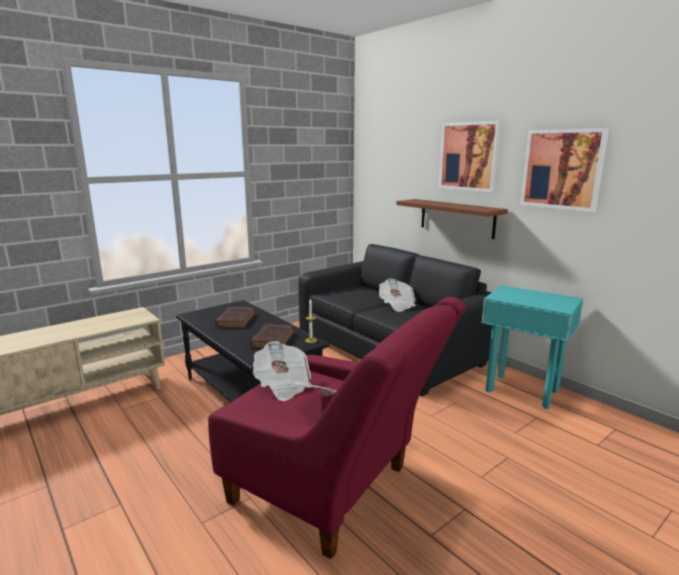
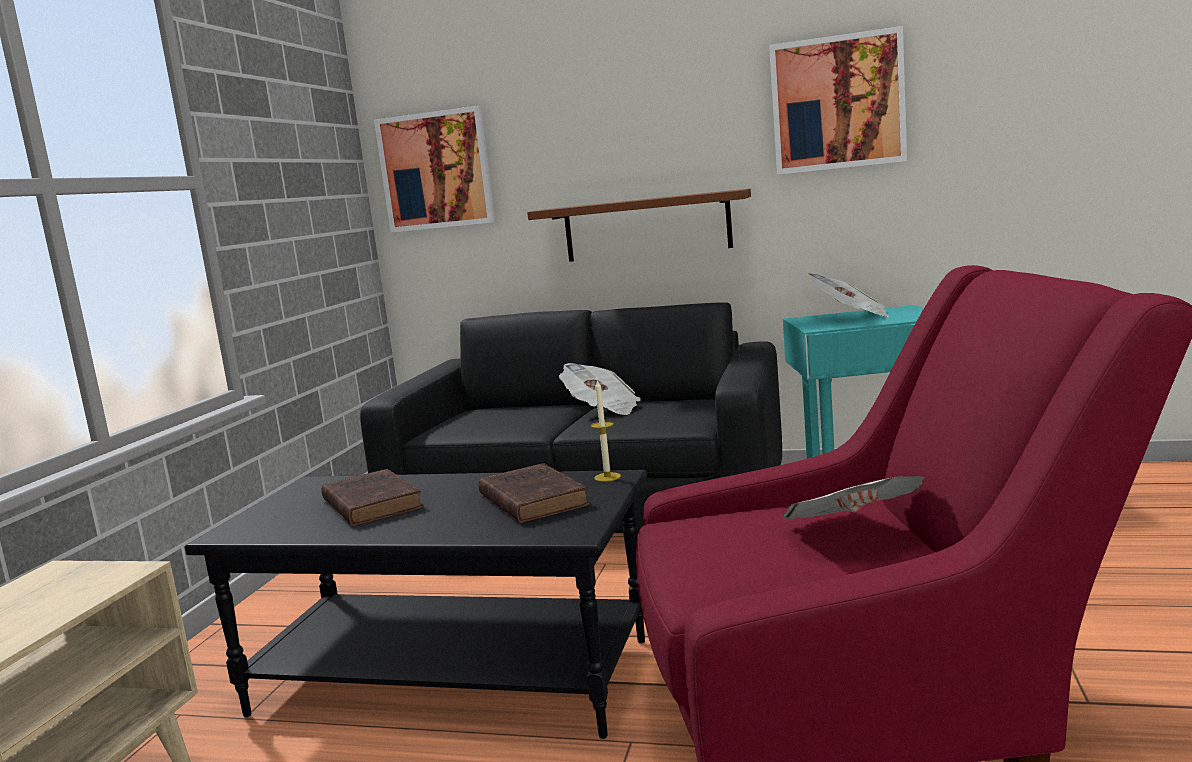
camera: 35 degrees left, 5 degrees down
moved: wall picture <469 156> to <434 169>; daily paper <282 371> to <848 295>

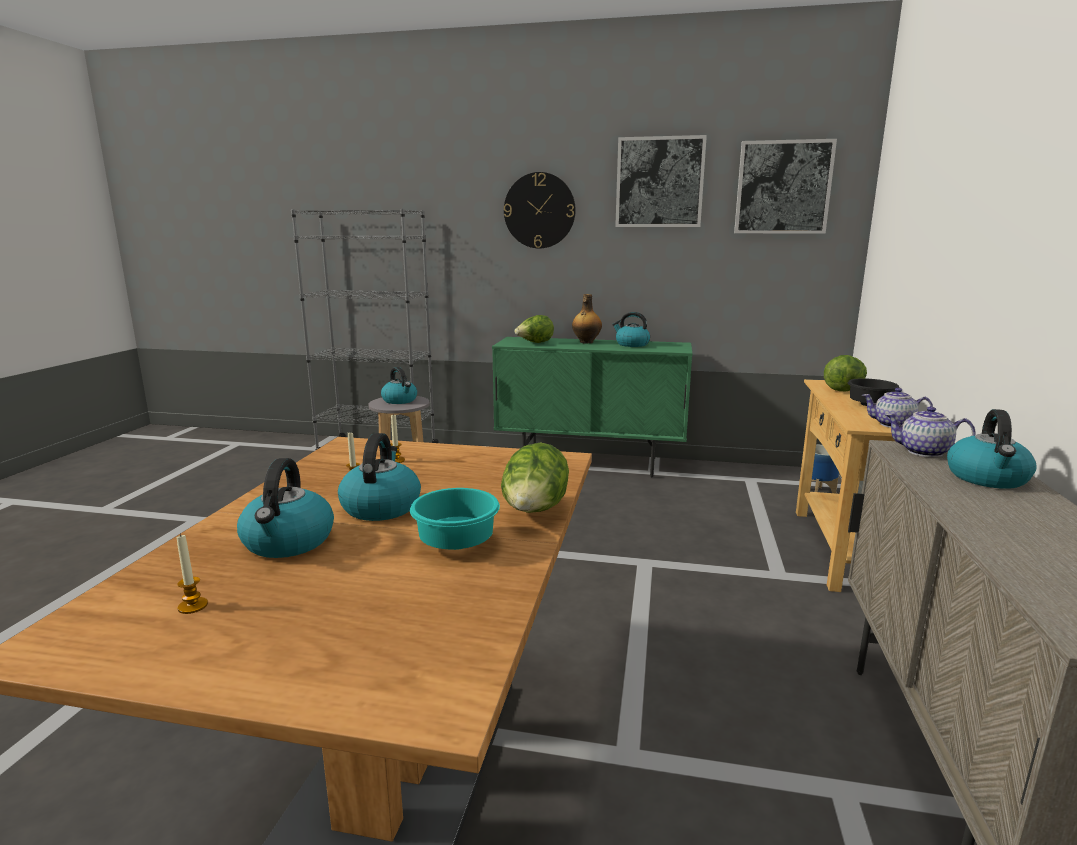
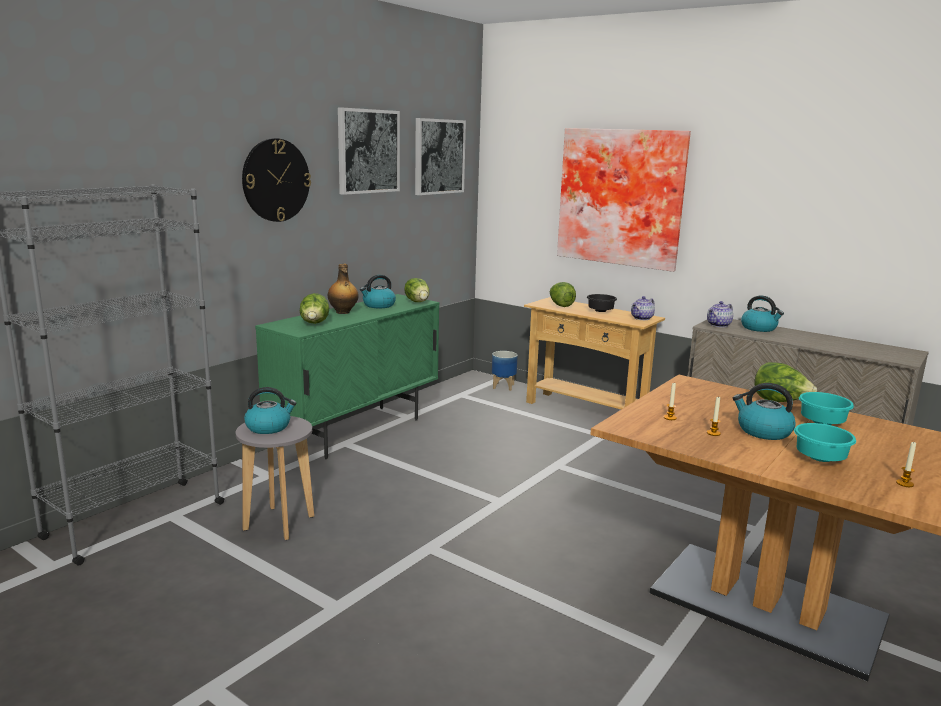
camera: 65 degrees left, 0 degrees up
added: lettuce <416 290>; wall picture <624 200>
replaced: tea kettle <285 508> to blue-green deep dish <825 442>

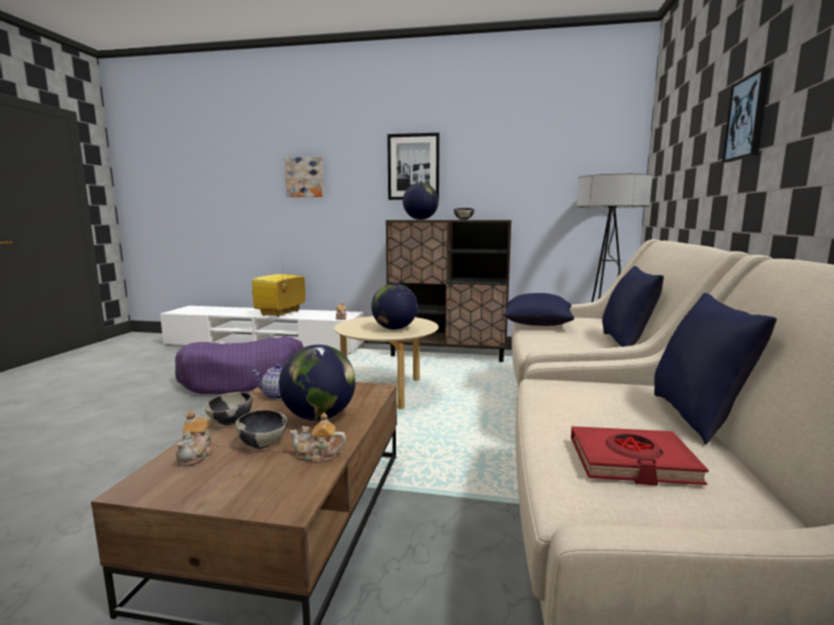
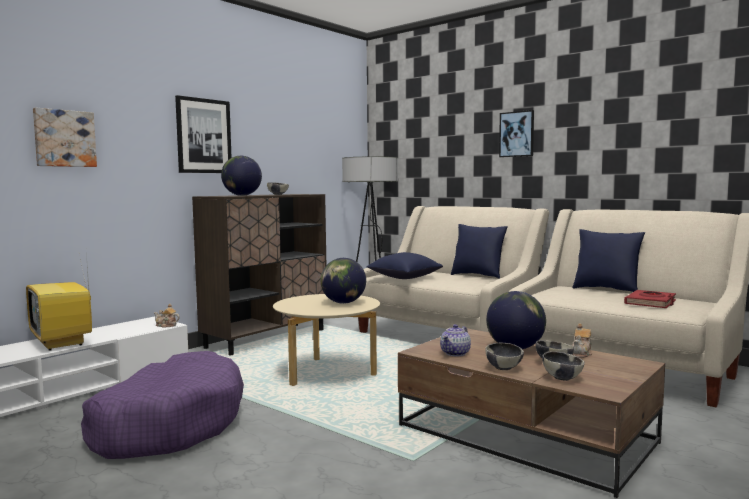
camera: 60 degrees left, 5 degrees down
replaced: teapot <194 438> to deep dish <563 366>

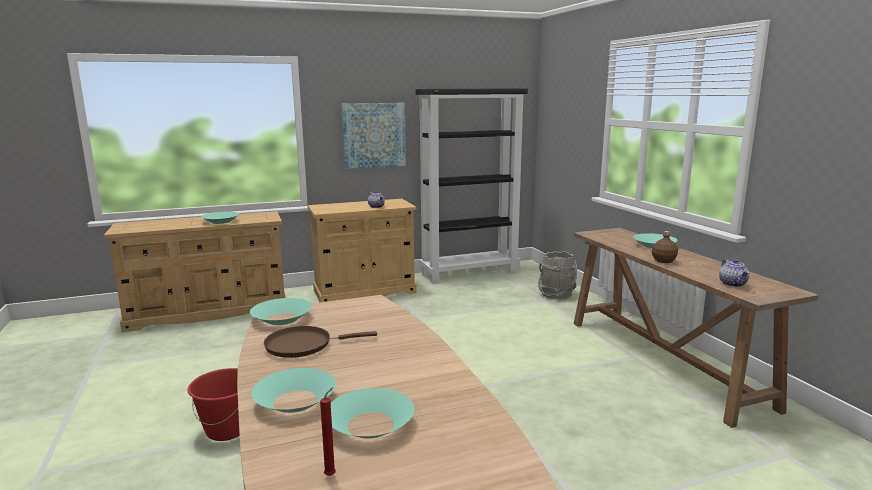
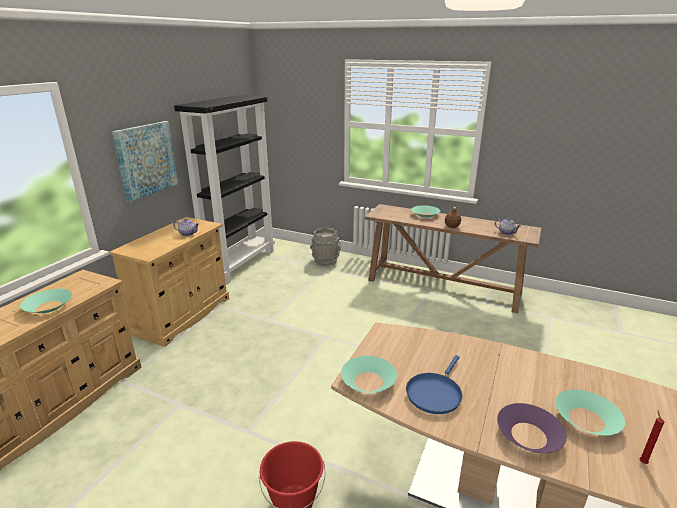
camera: 45 degrees left, 10 degrees up
recoloured: brown pan <320 342> to blue pan <434 384>; blue-green deep dish <293 390> to purple-coloured deep dish <532 428>

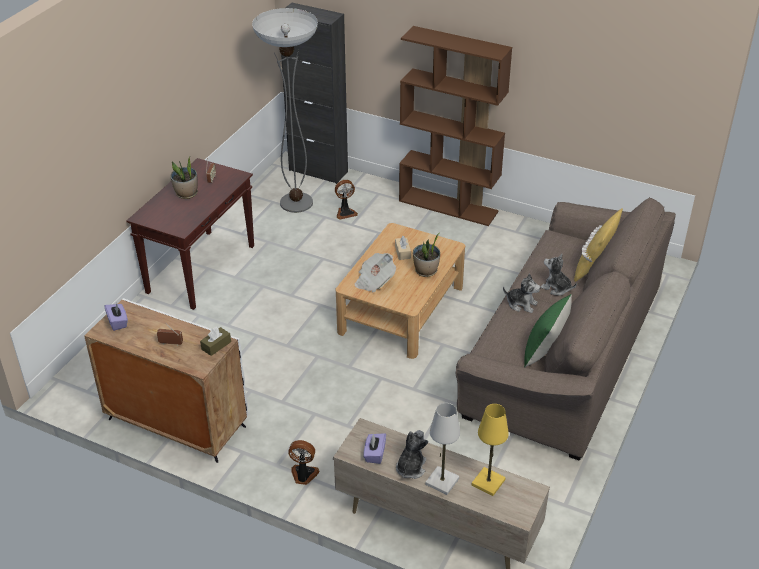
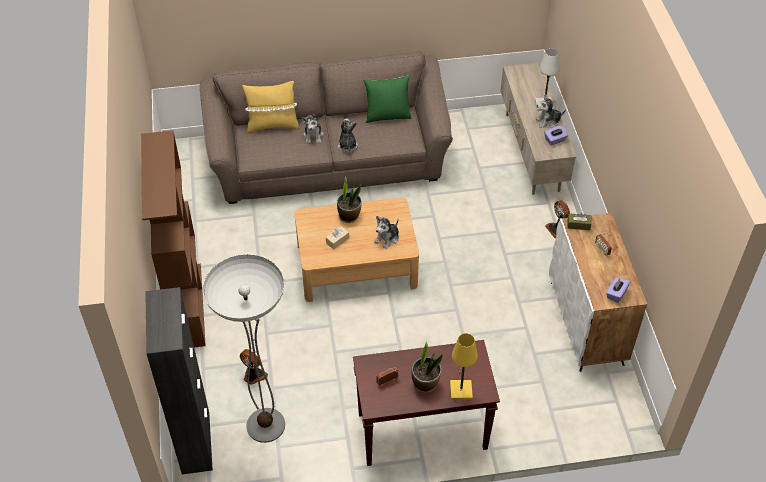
camera: 125 degrees left, 10 degrees up
moved: yellow-coloured lamp for a table <490 450> to <464 366>
replaced: daily paper <375 272> to soft toy <386 232>

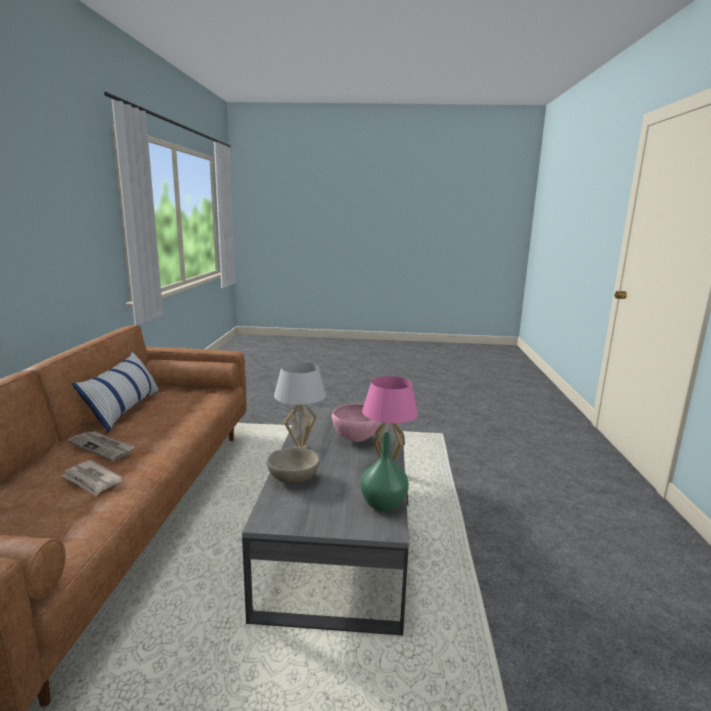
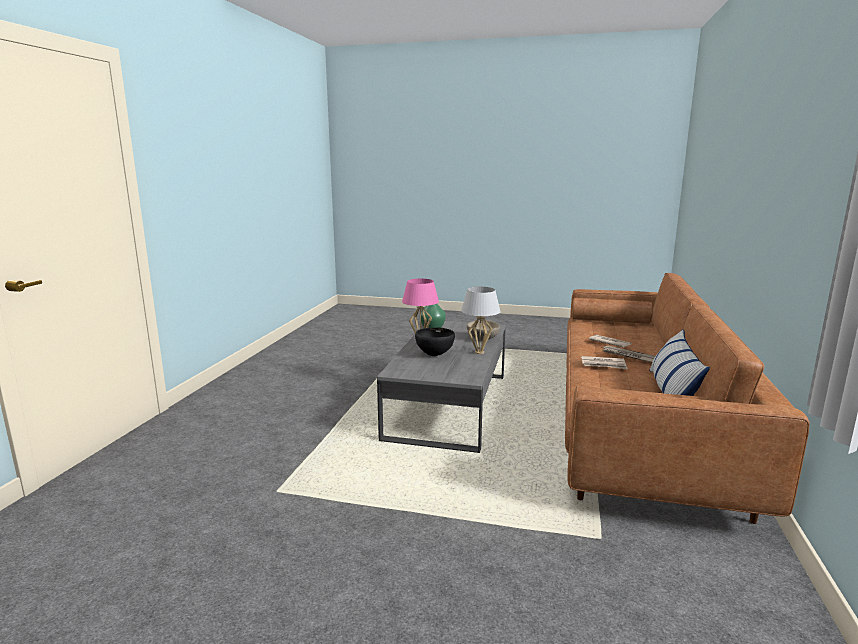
camera: 170 degrees left, 0 degrees up
added: daily paper <604 362>
recoloured: pinkish deep dish <356 423> to black deep dish <435 342>

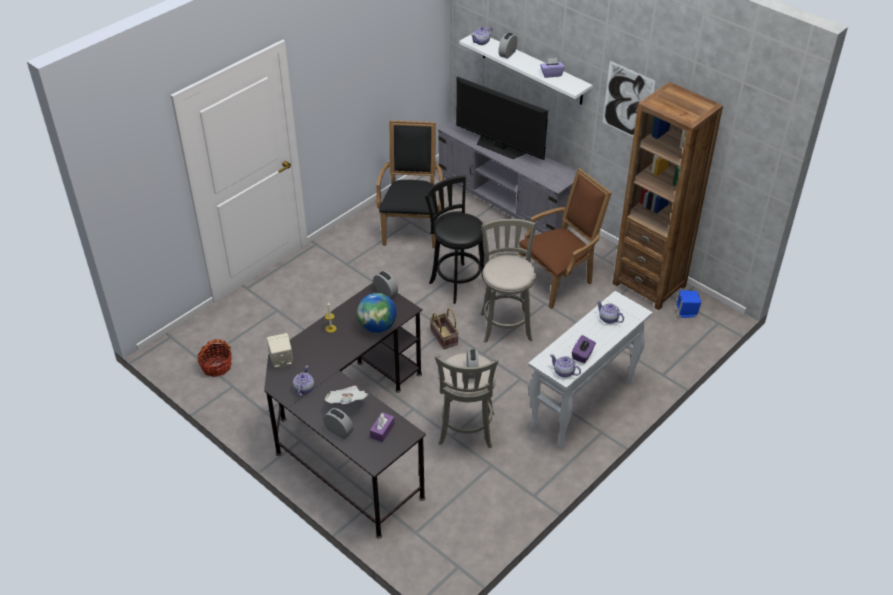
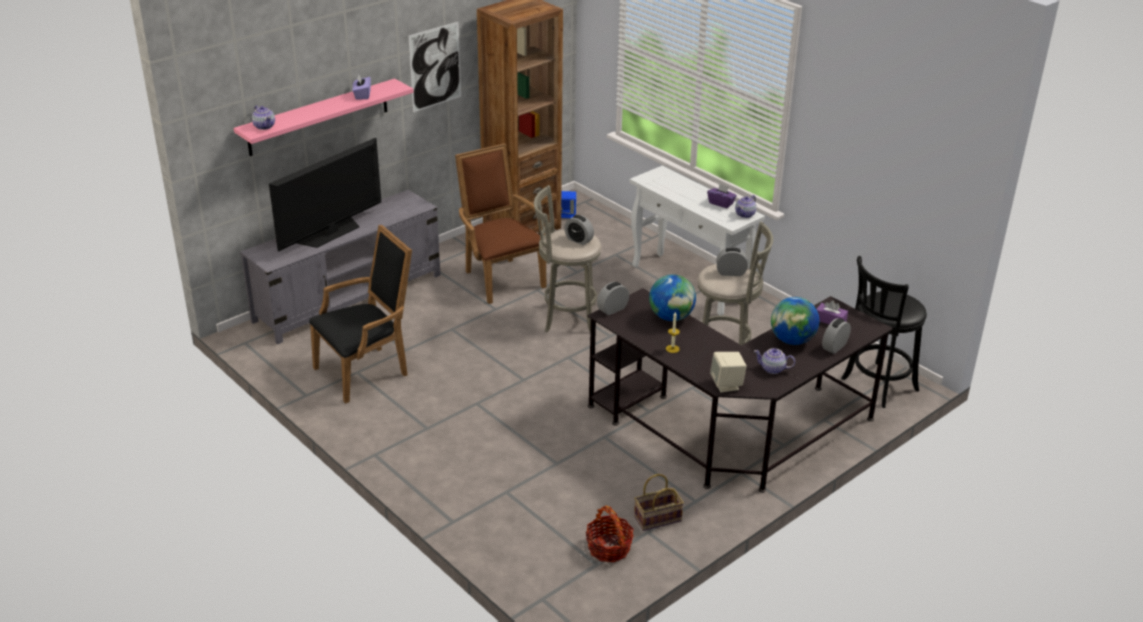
camera: 85 degrees left, 10 degrees down
removed: teapot <610 312>
moved: alarm clock <508 46> to <579 230>; basket <444 328> to <659 502>; black sitting stool <454 239> to <884 332>
replaced: daily paper <346 395> to world globe <795 321>
recoloured: whitish wall shelf <526 69> to pinkish wall shelf <323 117>
turned: black armchair <409 184> = <360 313> 135 degrees clockwise

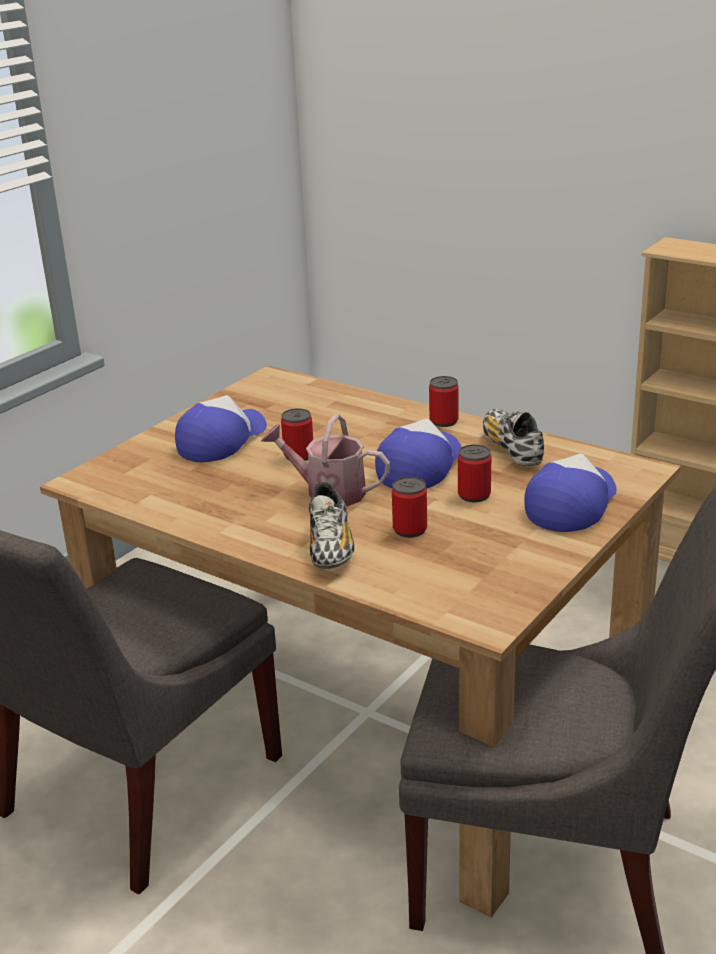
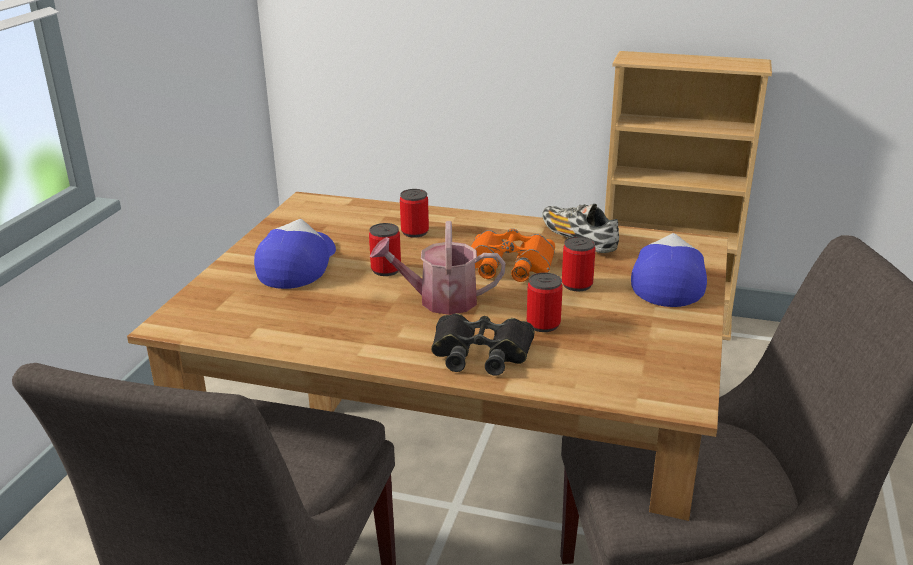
camera: 20 degrees left, 0 degrees up
moved: metal can <444 401> to <414 213>
replaced: item of footwear <331 525> to black field glasses <483 344>; cap <418 453> to orange field glasses <513 255>

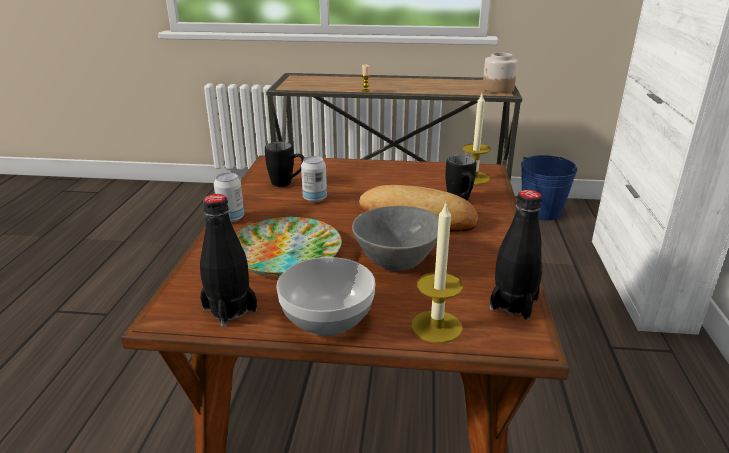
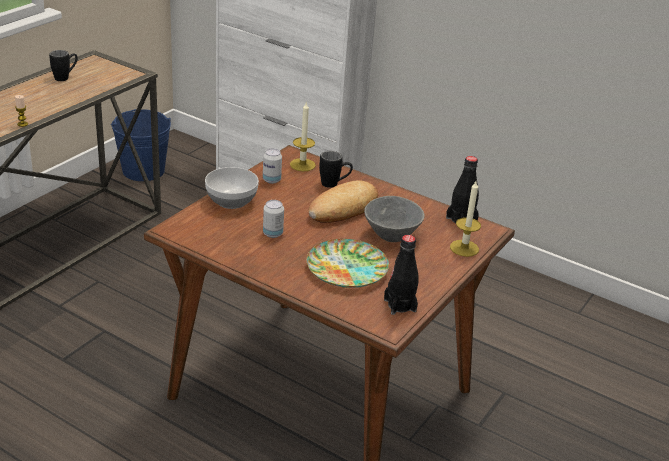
camera: 65 degrees left, 5 degrees up
removed: storage jar <500 72>
moved: black tea mug <284 164> to <63 65>; deep dish <325 296> to <232 188>; metal can <229 197> to <272 166>

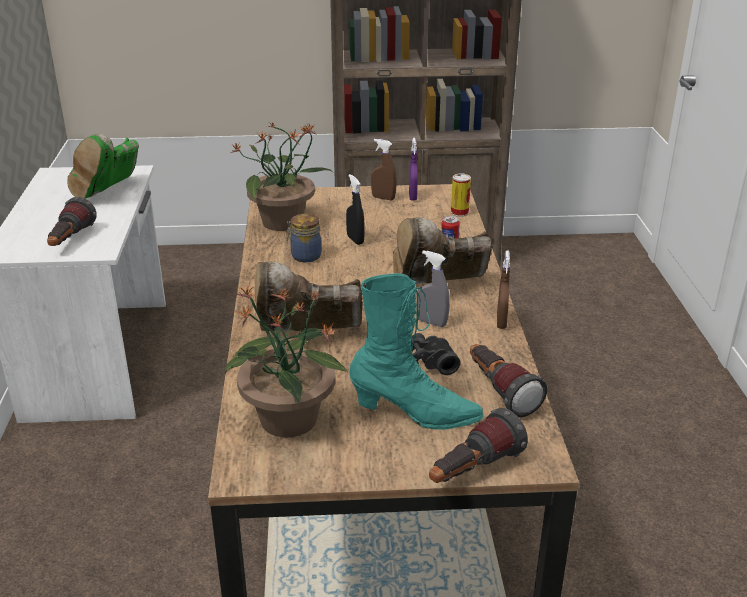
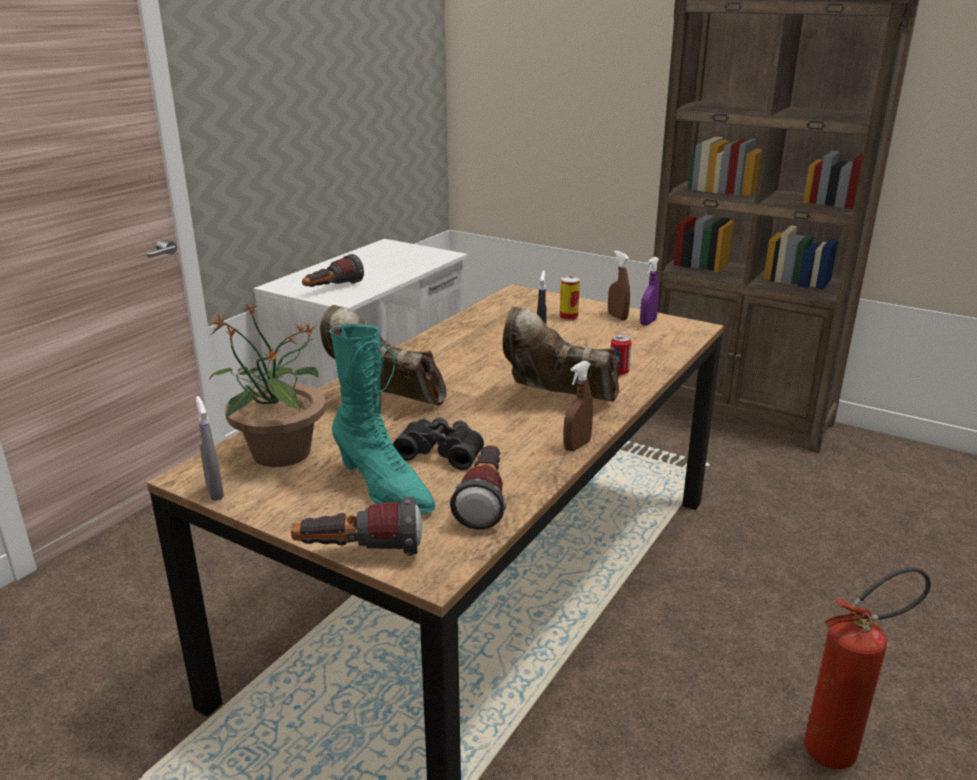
camera: 35 degrees right, 5 degrees down
removed: green high-top boot <103 166>; houseplant <282 176>; storage jar <304 238>
added: fire extinguisher <867 668>
moved: grey hand sprayer <434 288> to <210 448>; metal can <461 195> to <570 298>

